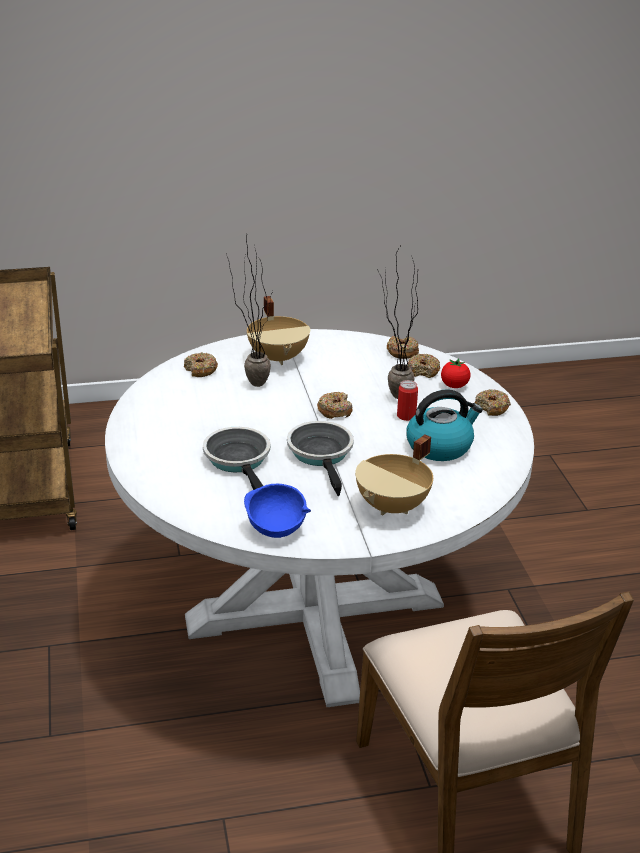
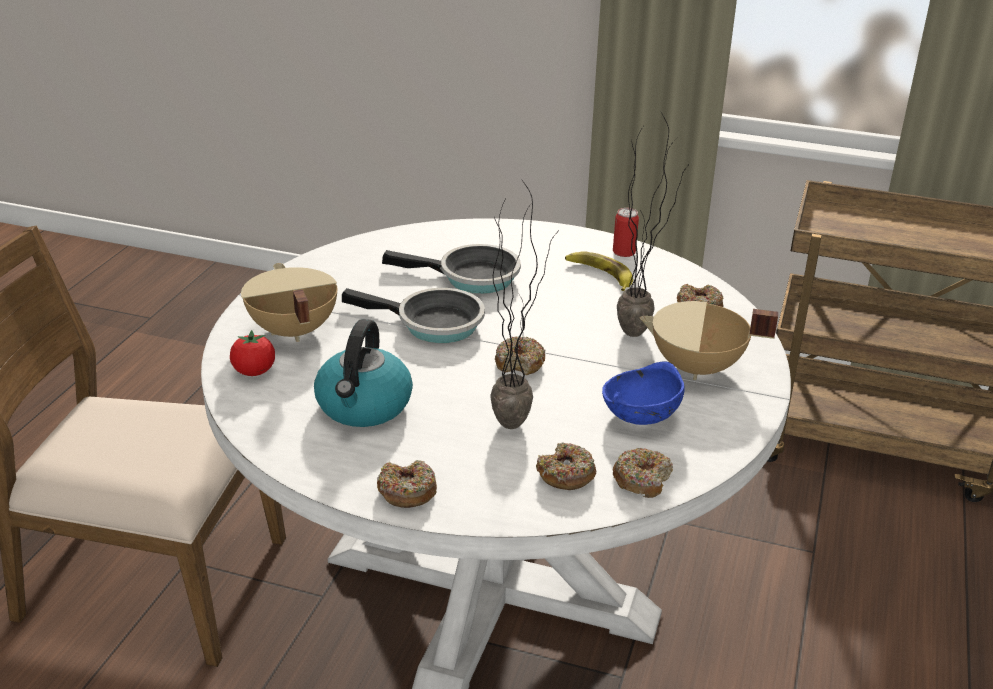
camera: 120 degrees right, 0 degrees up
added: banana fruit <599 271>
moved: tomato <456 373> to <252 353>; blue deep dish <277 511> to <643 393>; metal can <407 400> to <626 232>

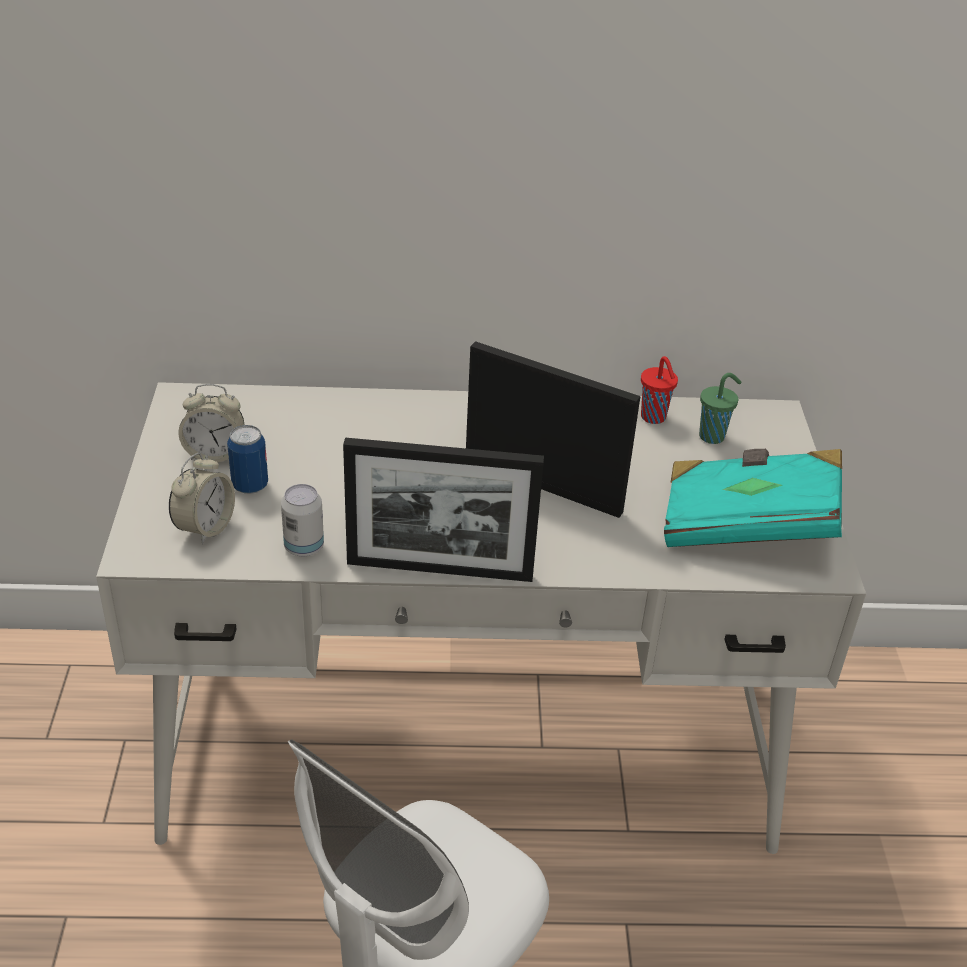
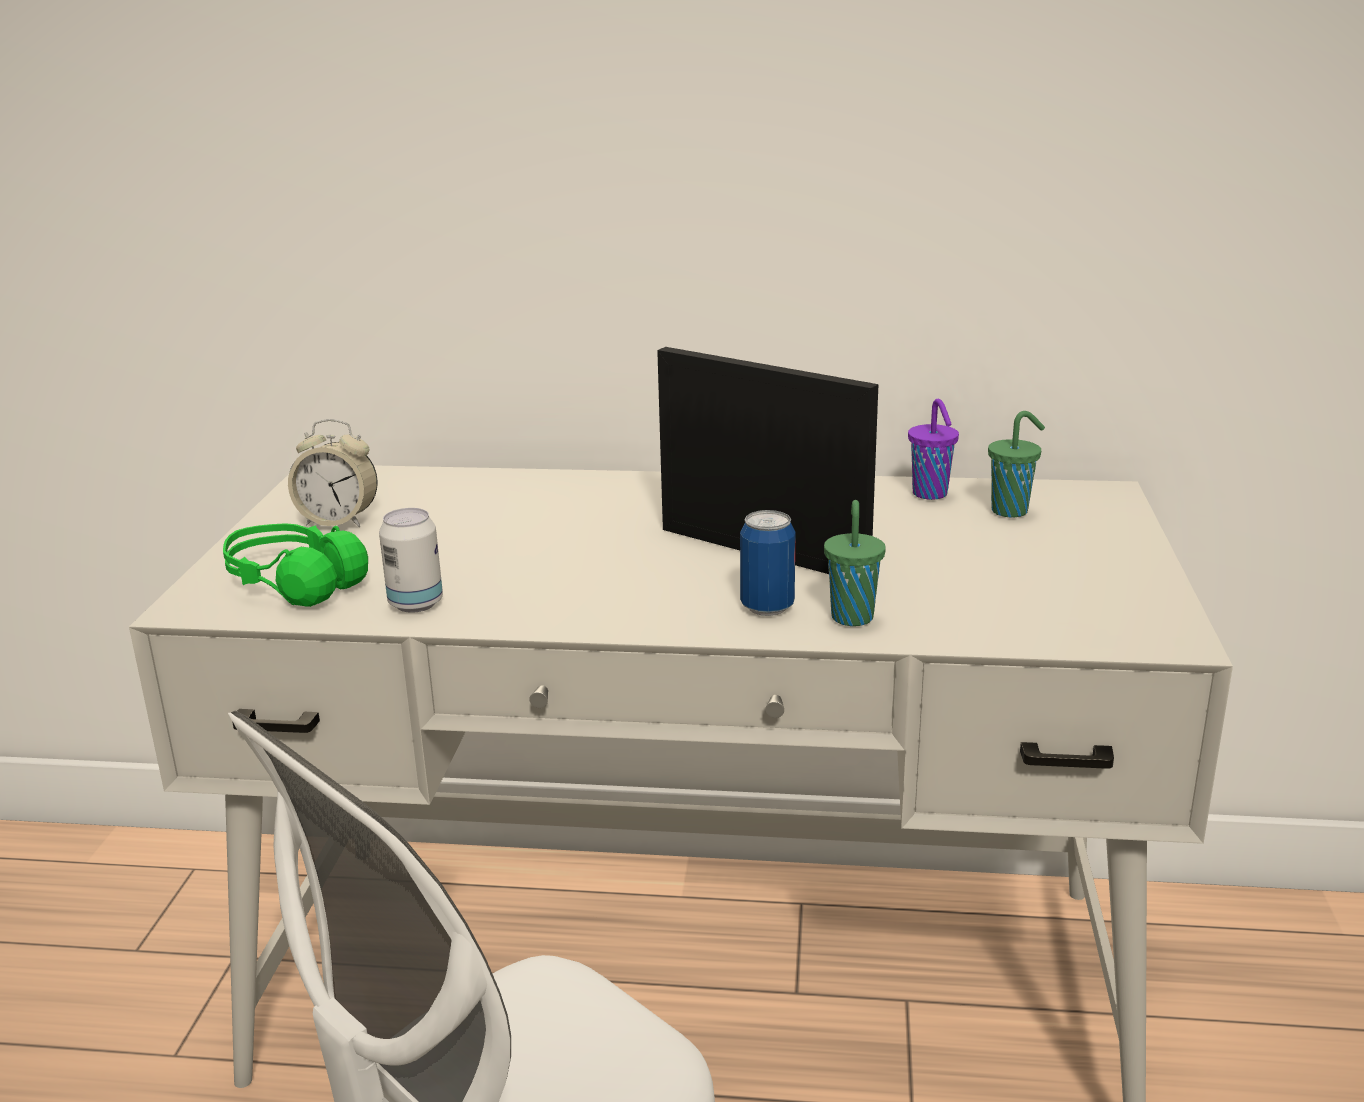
camera: 10 degrees right, 15 degrees down
removed: photo frame <443 510>; blue-green bound book <753 498>
added: green drinking cup <855 563>
moved: metal can <247 459> to <767 563>
replaced: alarm clock <202 498> to green pair of headphones <295 565>
recoloured: red-coloured drinking cup <659 390> to purple-coloured drinking cup <933 449>

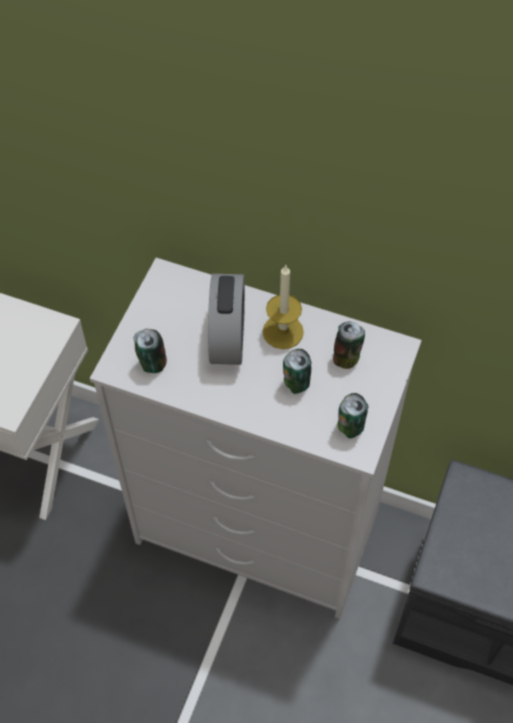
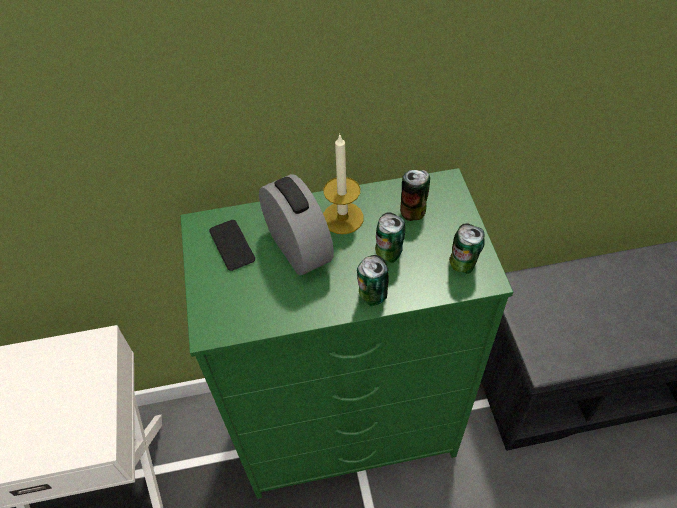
camera: 30 degrees left, 5 degrees down
added: telephone <232 245>
moved: metal can <150 351> to <373 280>
recoloured: whitish chest of drawers <256 438> to green chest of drawers <346 333>

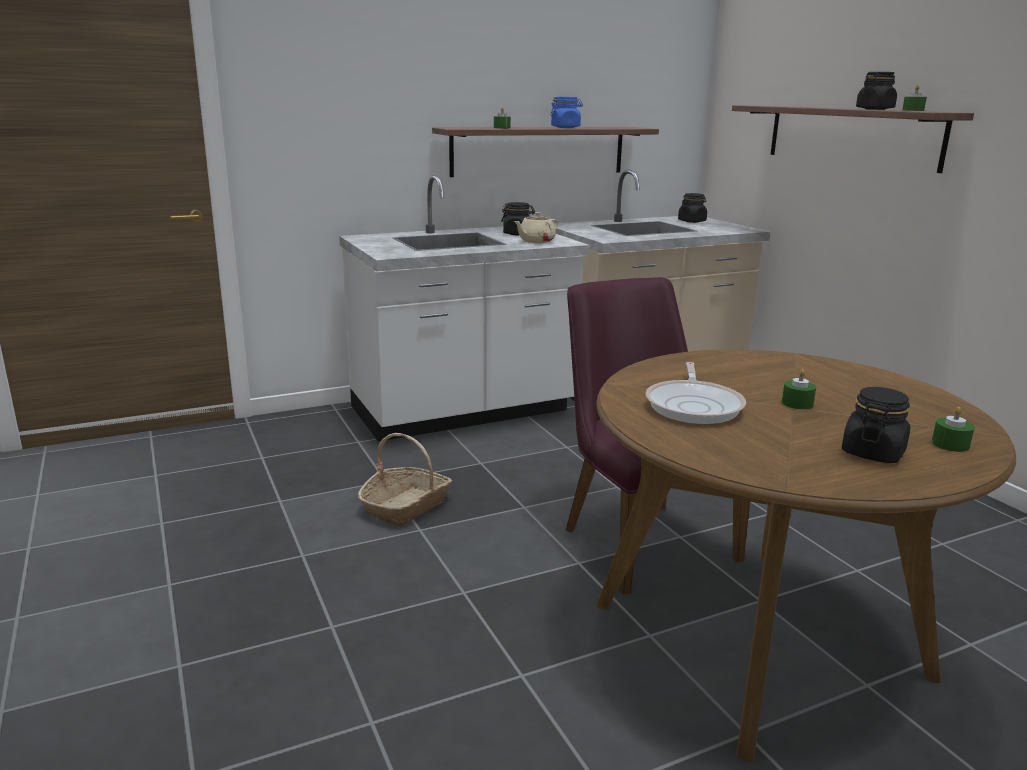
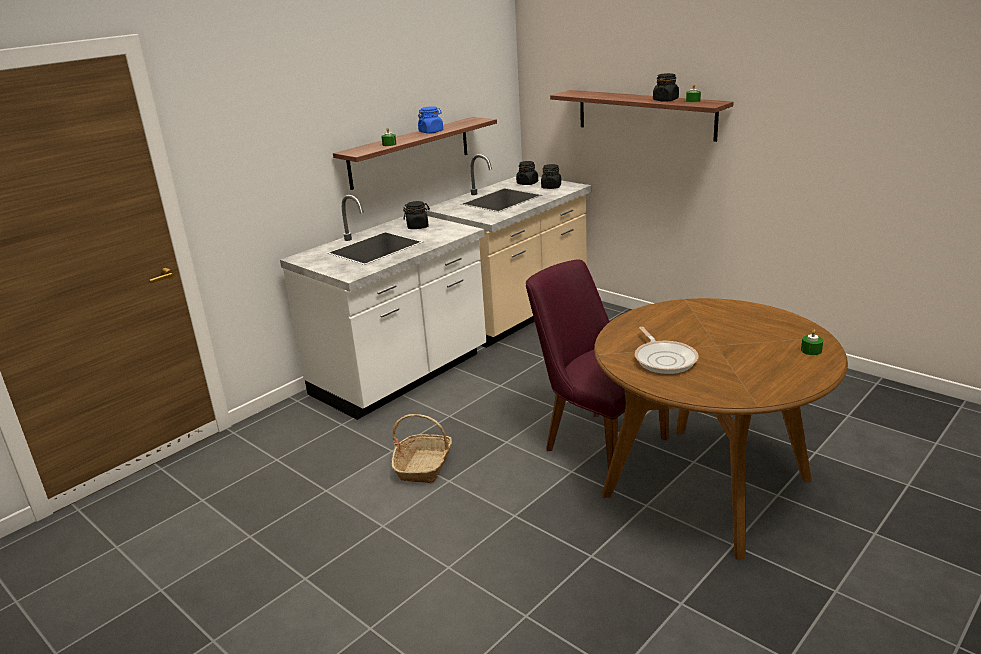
camera: 20 degrees left, 5 degrees up
removed: sand-coloured teapot <536 227>; green wax light <799 389>
moved: black storage jar <876 425> to <551 176>

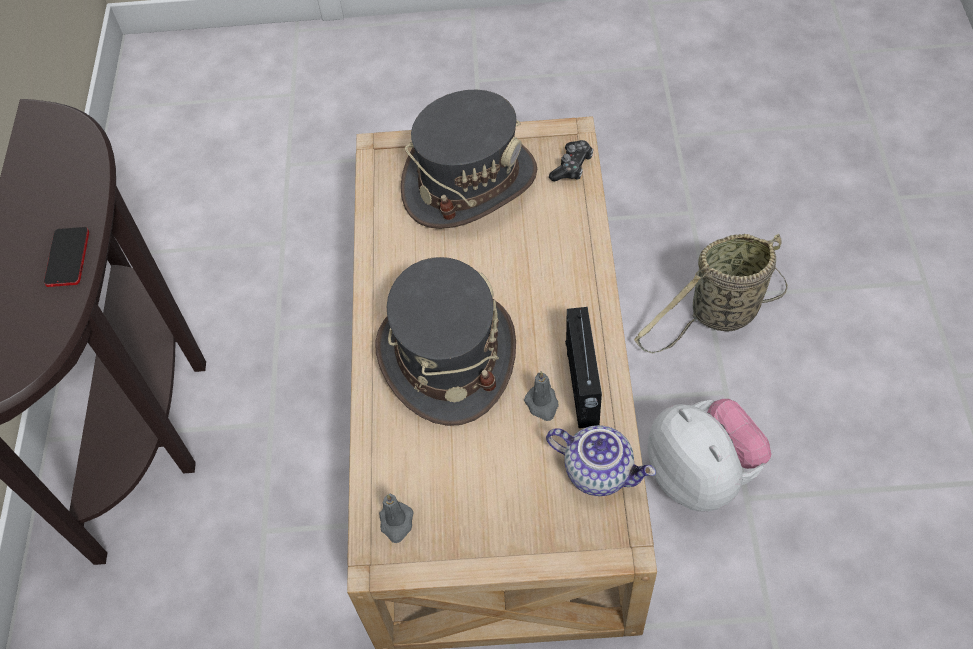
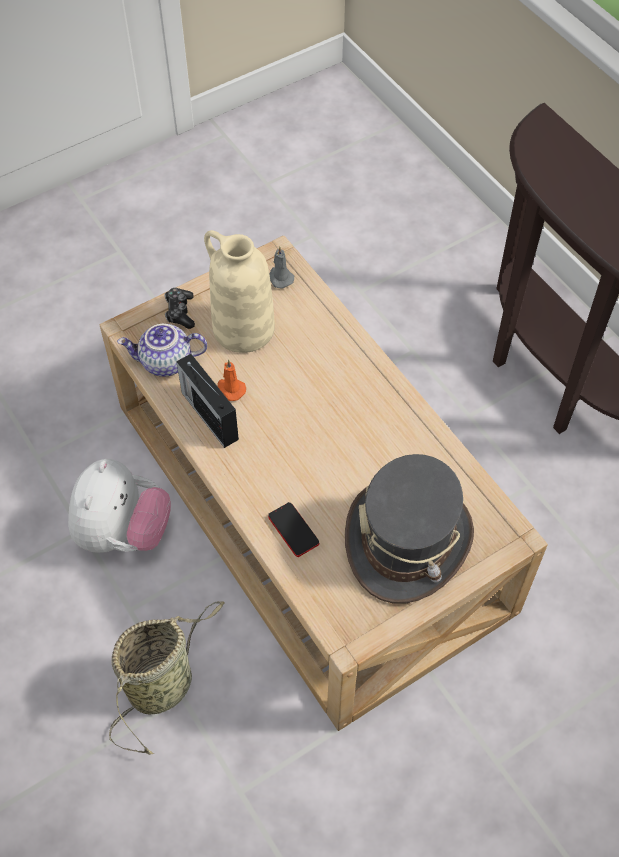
camera: 145 degrees right, 0 degrees up
removed: grey clothing hat <445 341>
added: sand-coloured vase <239 291>
moved: gamepad <571 161> to <179 308>; telephone <66 257> to <293 529>
recoloured: grey wax light <541 396> to orange wax light <232 380>
turned: soft toy <709 455> = <119 506> 105 degrees counterclockwise

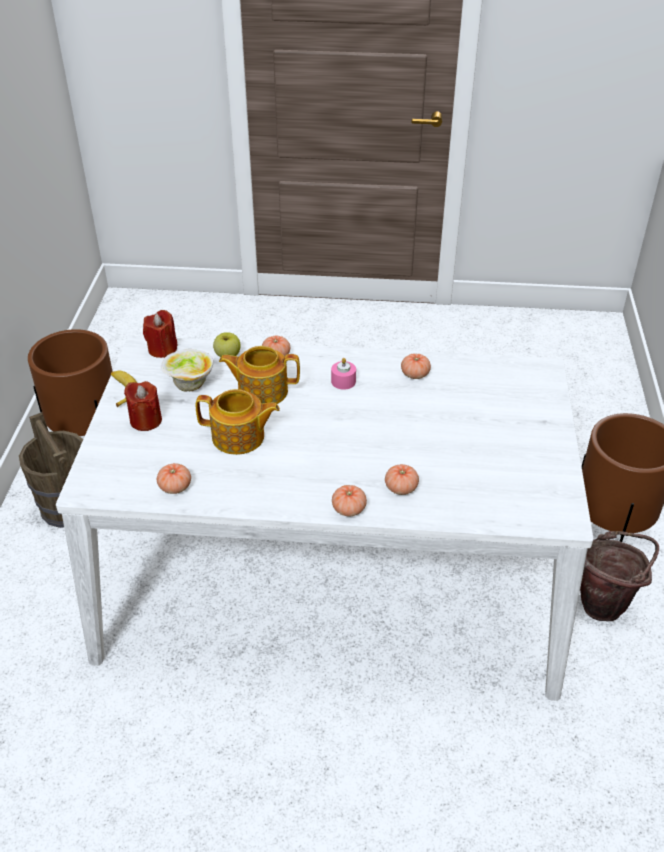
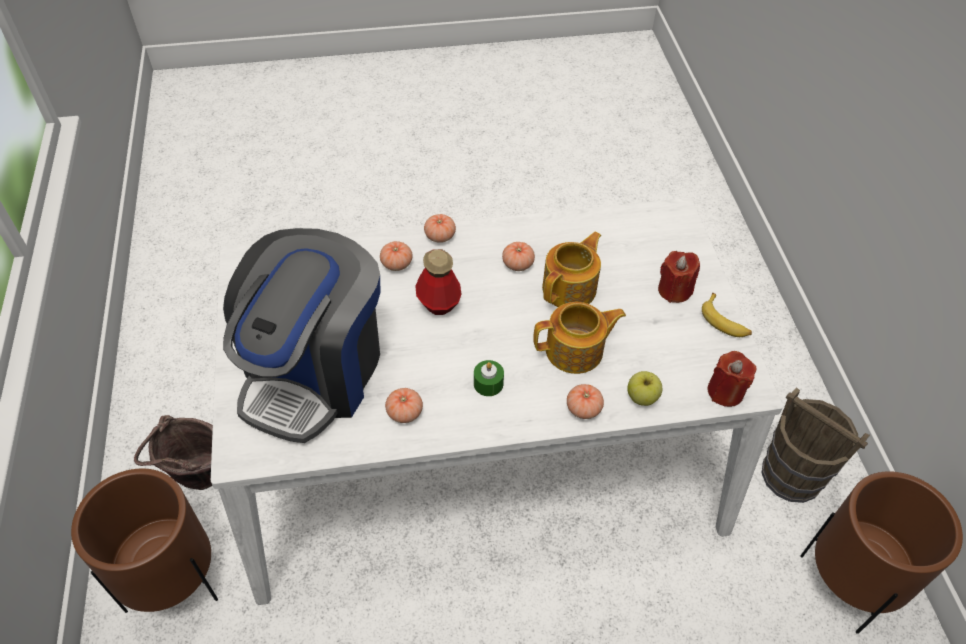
camera: 165 degrees right, 10 degrees up
removed: deep dish <187 370>
added: coffee maker <302 335>; drink bottle <438 282>
moved: tomato <174 478> to <518 256>
recoloured: pinkish wax light <343 374> to green wax light <489 378>
turned: teapot <238 422> = <571 269> 135 degrees clockwise

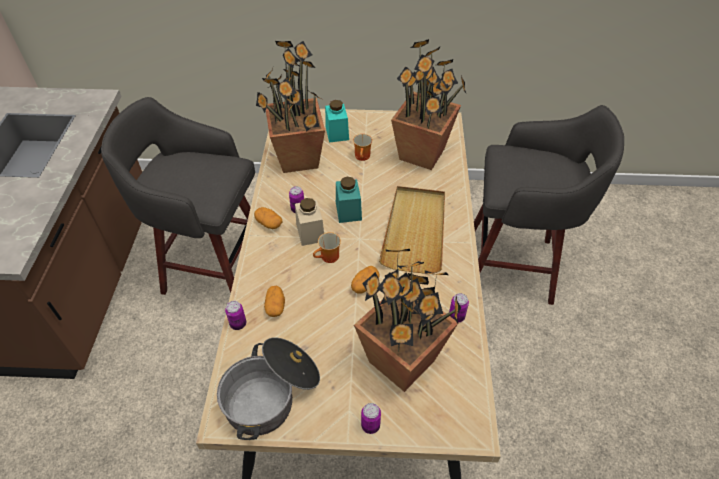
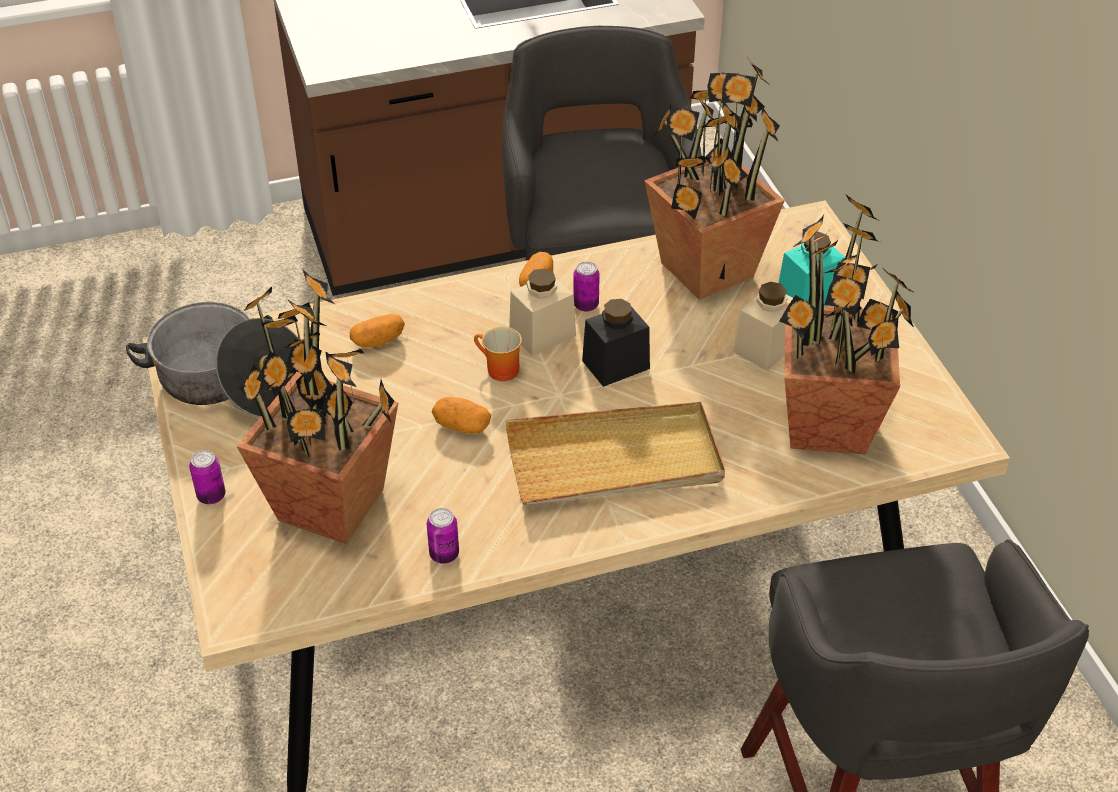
camera: 70 degrees right, 5 degrees down
removed: metal can <235 315>
replaced: tea mug <363 147> to sand-coloured storage jar <763 326>
recoloured: blue-green storage jar <349 200> to black storage jar <616 343>

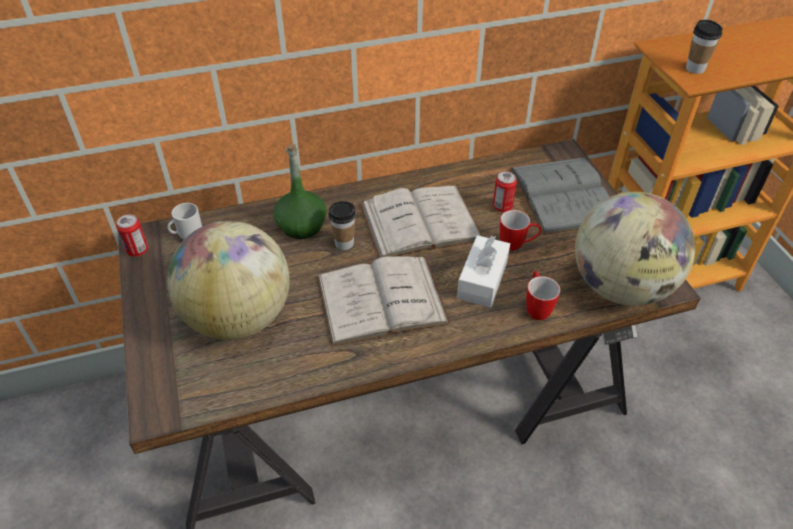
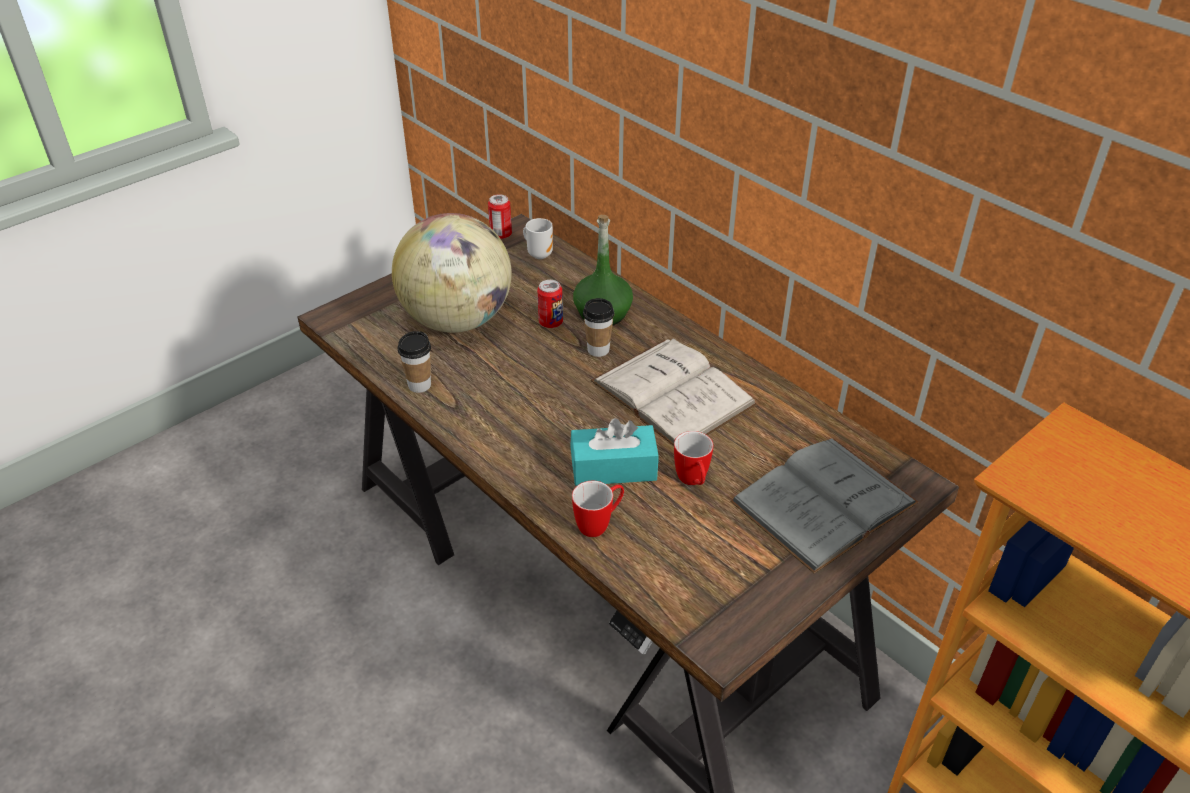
camera: 65 degrees right, 5 degrees down
removed: whitish bound book <383 301>; world globe <635 249>
moved: drinking cup <704 46> to <414 362>; metal can <505 192> to <550 304>
recoloured: whitish box of tissues <483 271> to blue-green box of tissues <614 452>

